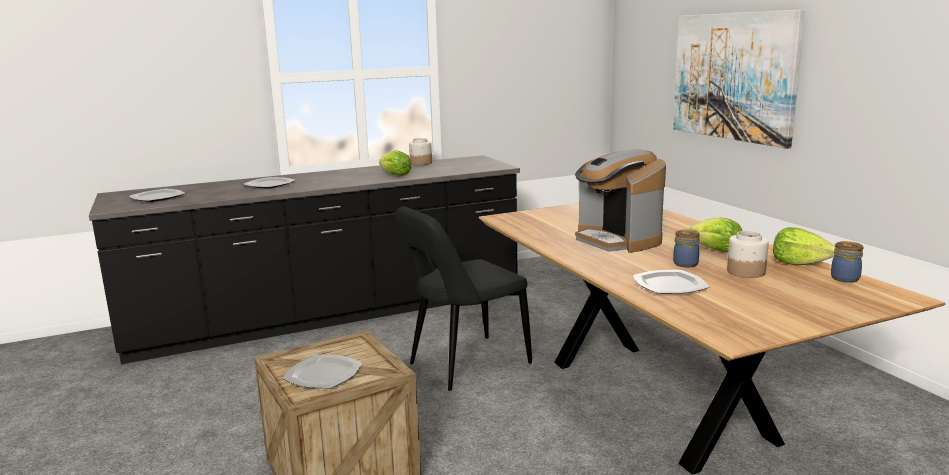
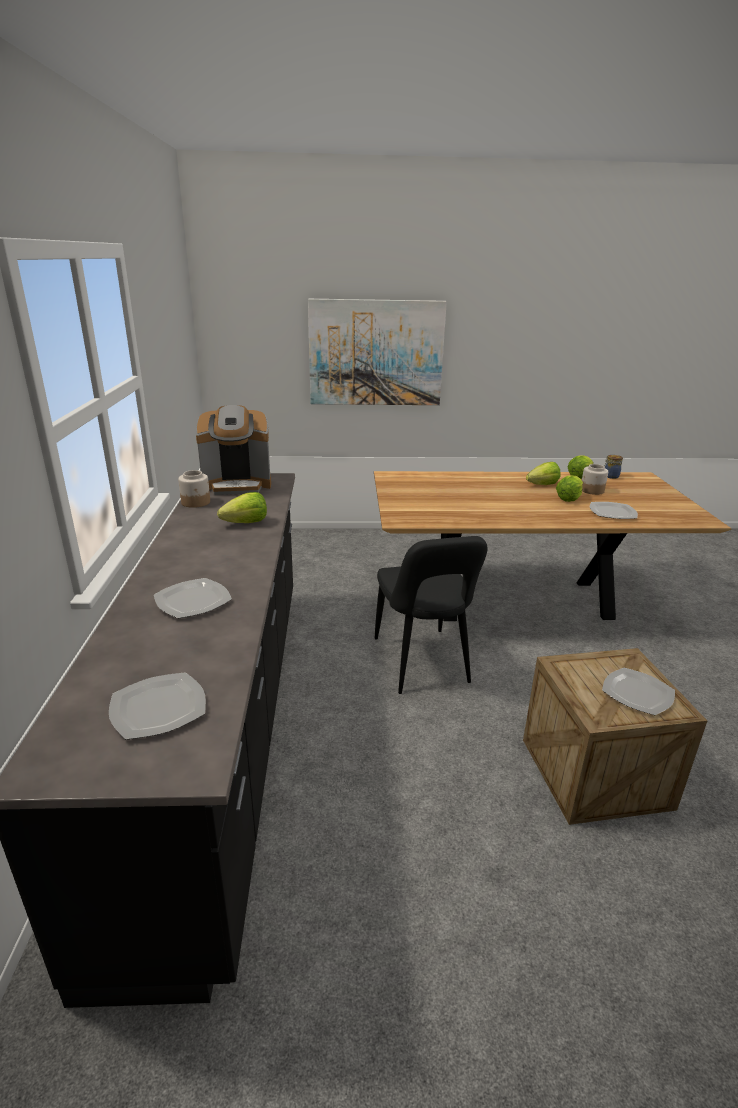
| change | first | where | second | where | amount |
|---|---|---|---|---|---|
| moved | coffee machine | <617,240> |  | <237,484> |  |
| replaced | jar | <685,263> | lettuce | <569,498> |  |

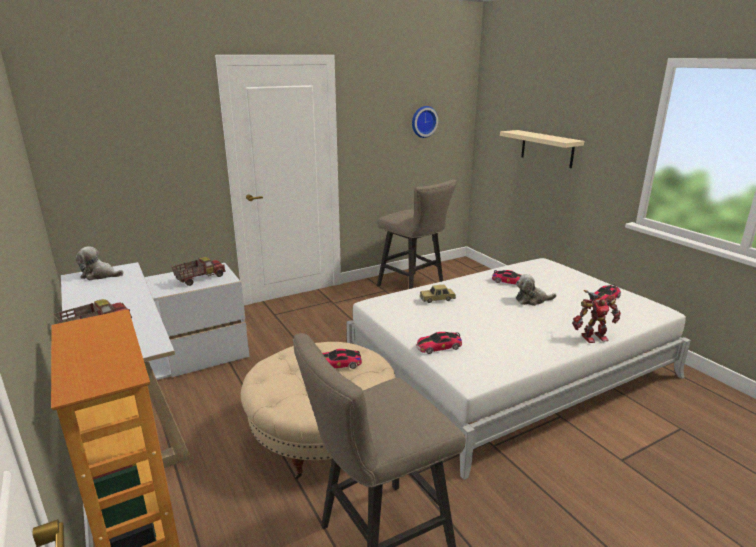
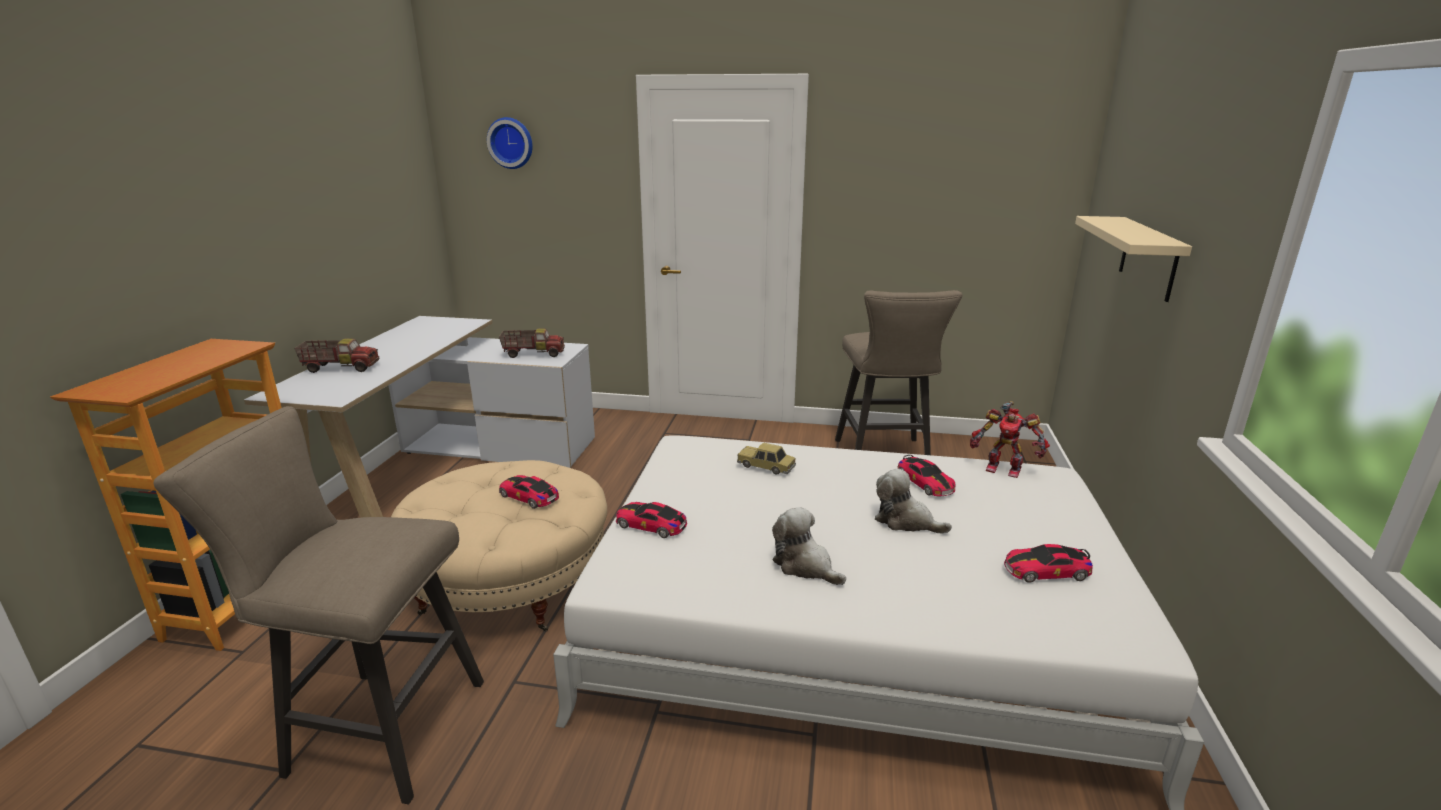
| change | first | where | second | where | amount |
|---|---|---|---|---|---|
| moved | wall clock | <423,121> |  | <511,143> |  |
| moved | plush toy | <100,275> |  | <805,566> |  |
| moved | toy robot | <593,337> |  | <1003,468> |  |

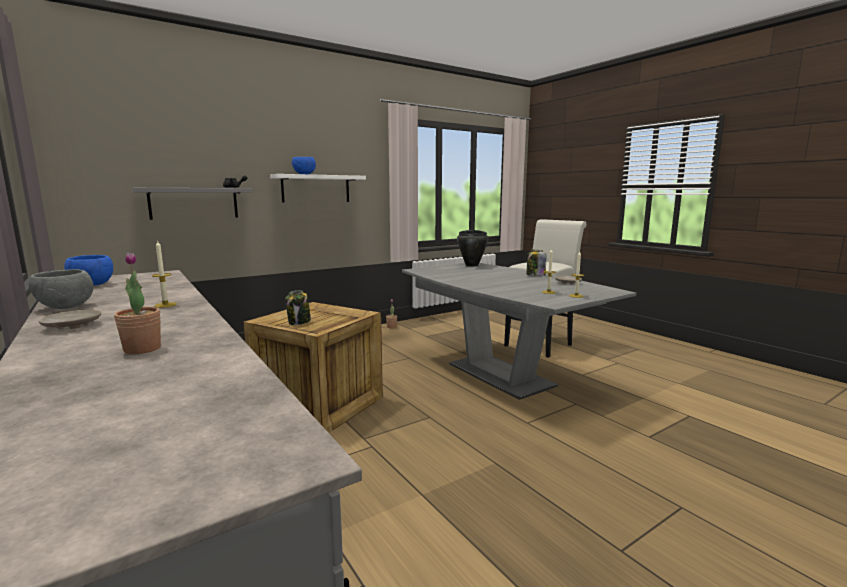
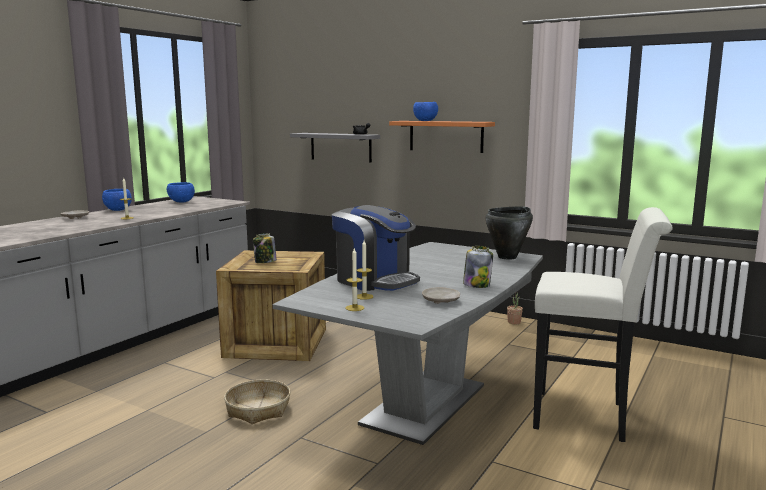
| change | first | where | second | where | amount |
|---|---|---|---|---|---|
| recoloured | white shelf | <316,188> | orange shelf | <446,136> |  |
| removed | potted plant | <142,349> |  |  |  |
| recoloured | grey bowl | <66,307> | blue bowl | <118,210> |  |
| added |  |  | coffee machine | <375,281> |  |
| added |  |  | basket | <258,409> |  |

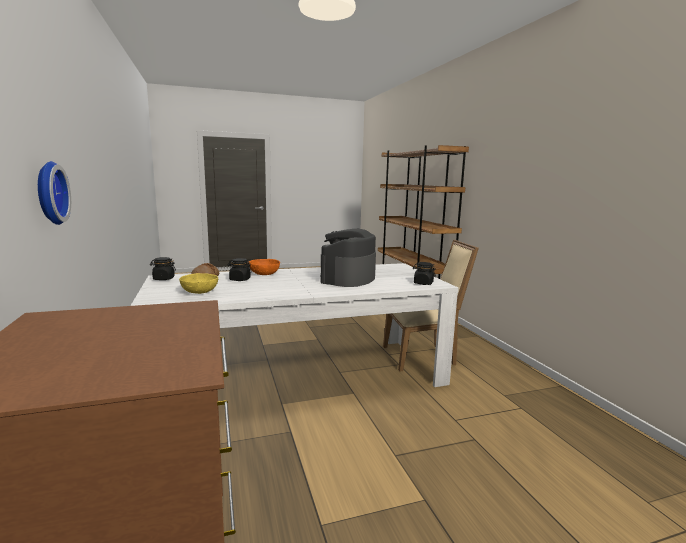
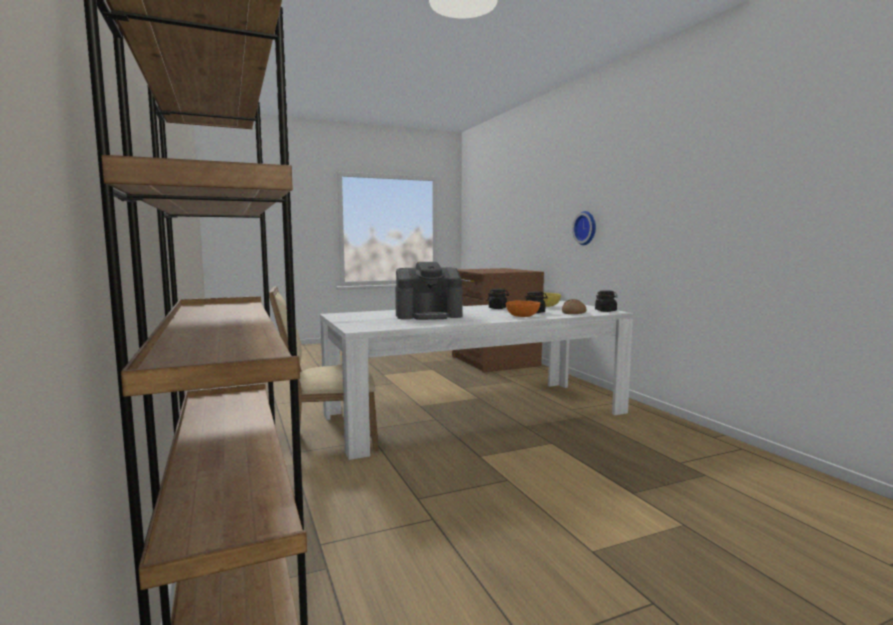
| change | first | where | second | where | amount |
|---|---|---|---|---|---|
| turned | coffee machine | <348,279> |  | <429,315> | 60 degrees clockwise |
| moved | black jar | <423,283> |  | <498,308> |  |

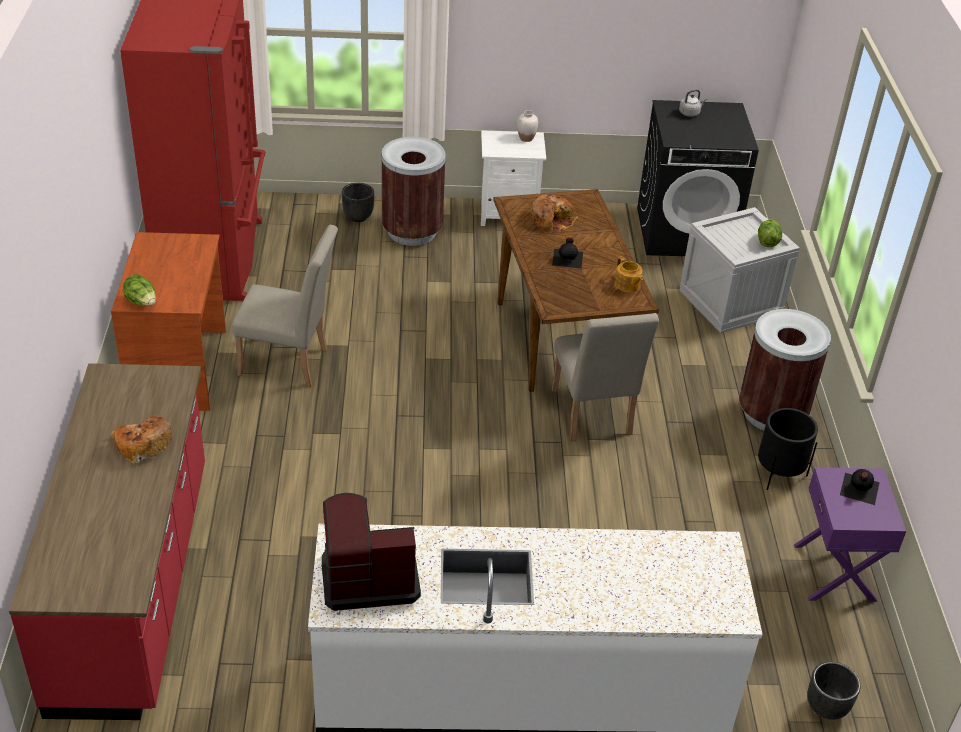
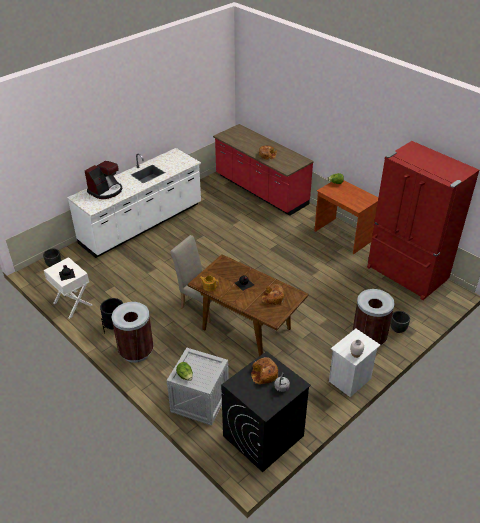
| change | first | where | second | where | amount |
|---|---|---|---|---|---|
| removed | beige chair | <290,363> |  |  |  |
| recoloured | purple nightstand | <836,572> | white nightstand | <72,304> |  |
| moved | coffee machine | <368,577> |  | <106,191> |  |
| added |  |  | bread | <264,374> |  |

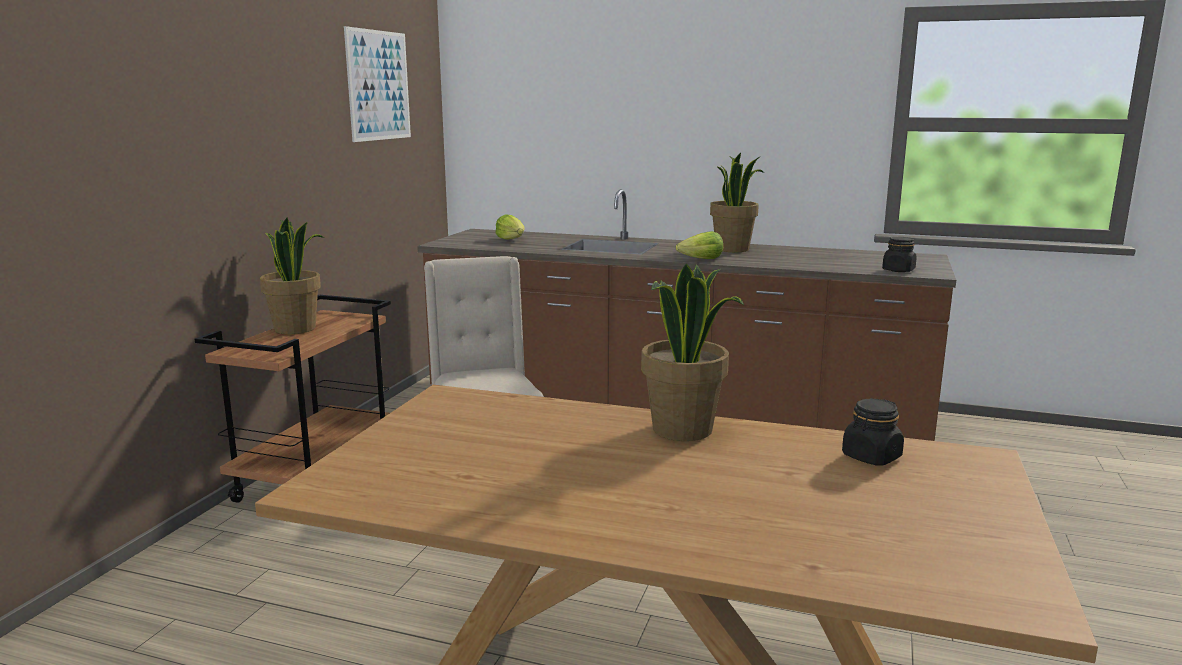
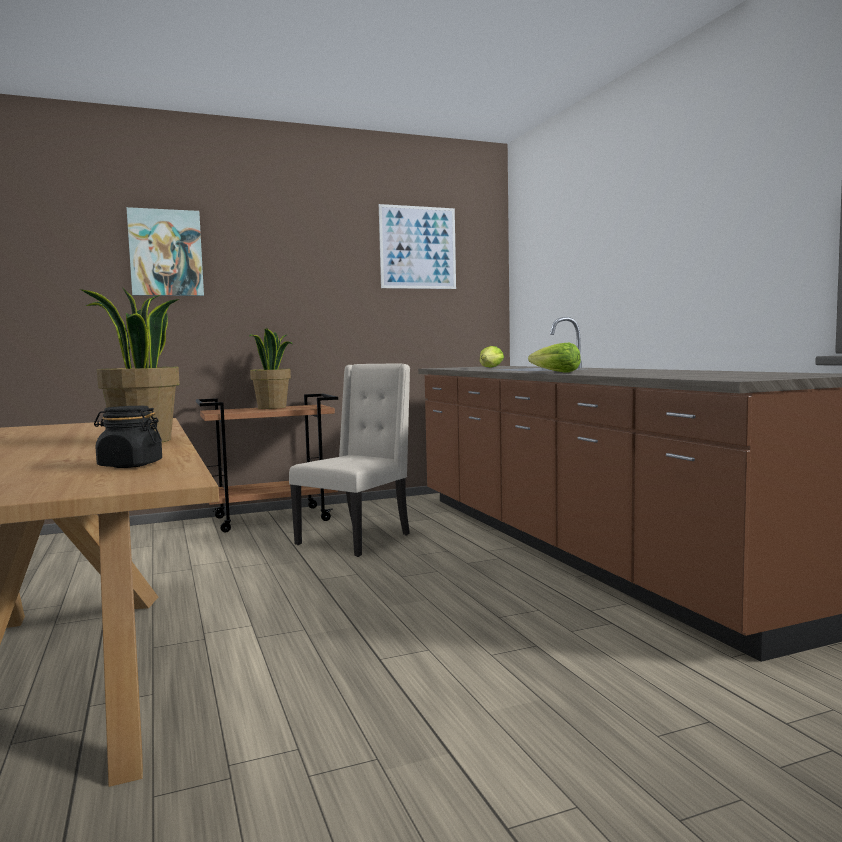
| change | first | where | second | where | amount |
|---|---|---|---|---|---|
| removed | potted plant | <733,249> |  |  |  |
| removed | black jar | <898,270> |  |  |  |
| added |  |  | picture | <166,253> |  |

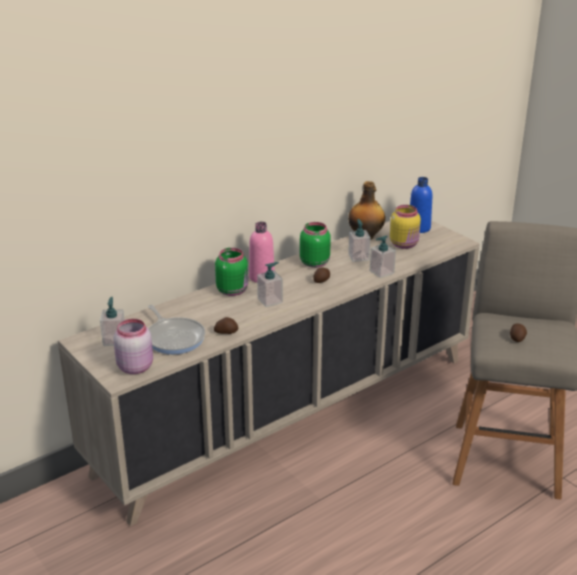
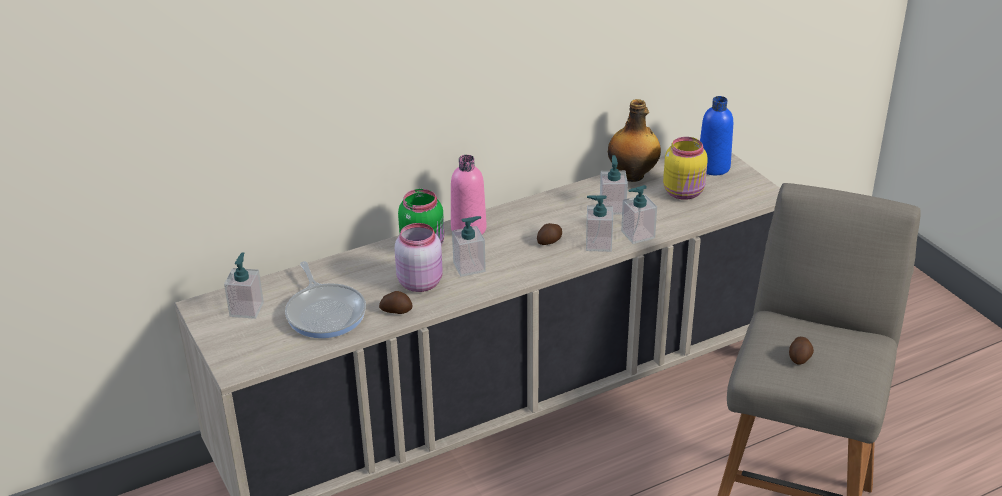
| change | first | where | second | where | amount |
|---|---|---|---|---|---|
| removed | green jar | <315,262> |  |  |  |
| moved | pink jar | <135,366> |  | <420,282> |  |
| added |  |  | soap dispenser | <598,244> |  |

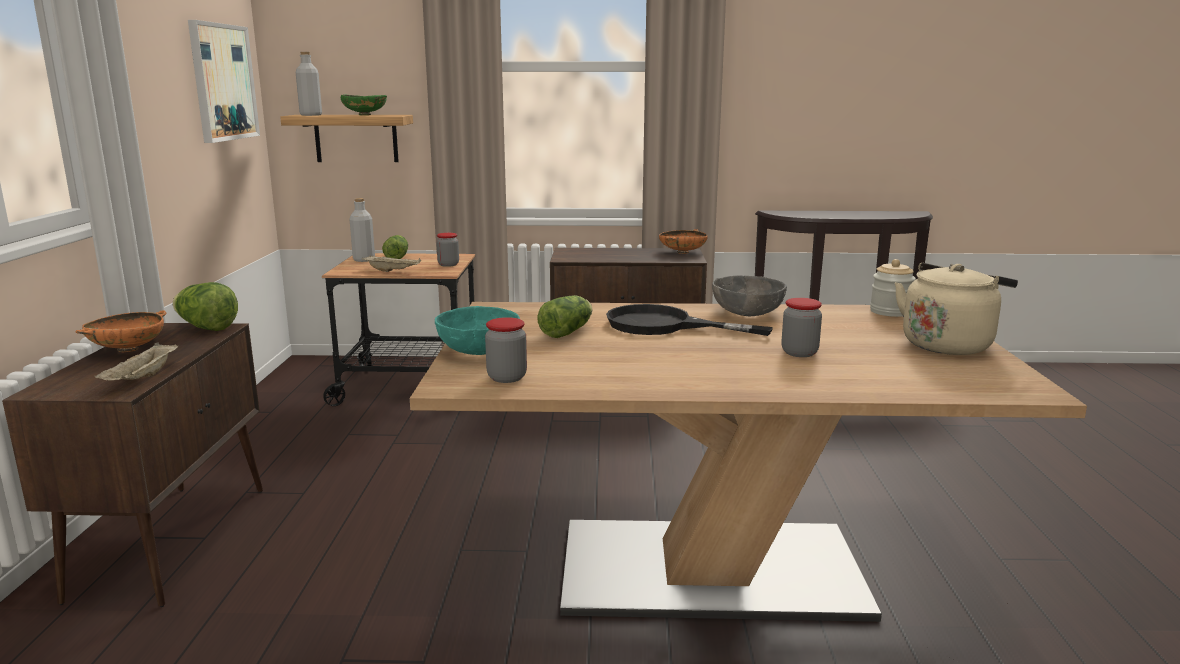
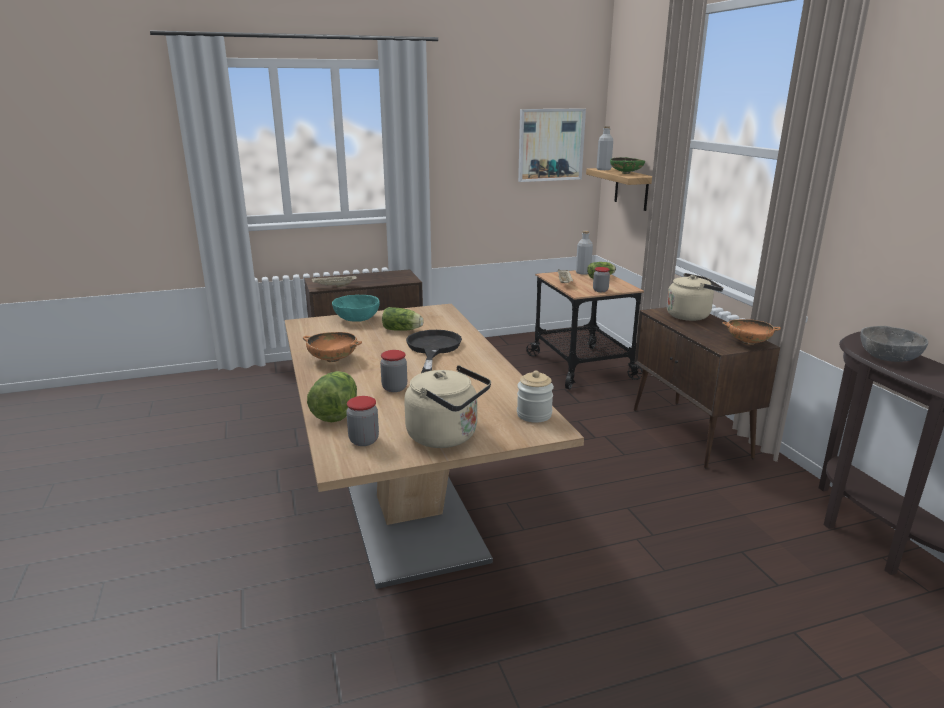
| change | first | where | second | where | amount |
|---|---|---|---|---|---|
| moved | grey bowl | <747,312> |  | <888,357> |  |
| moved | lettuce | <206,328> |  | <336,413> |  |
| moved | orange bowl | <127,349> |  | <333,359> |  |
| moved | jar | <507,377> |  | <364,440> |  |
| added |  |  | beige kettle | <690,316> |  |

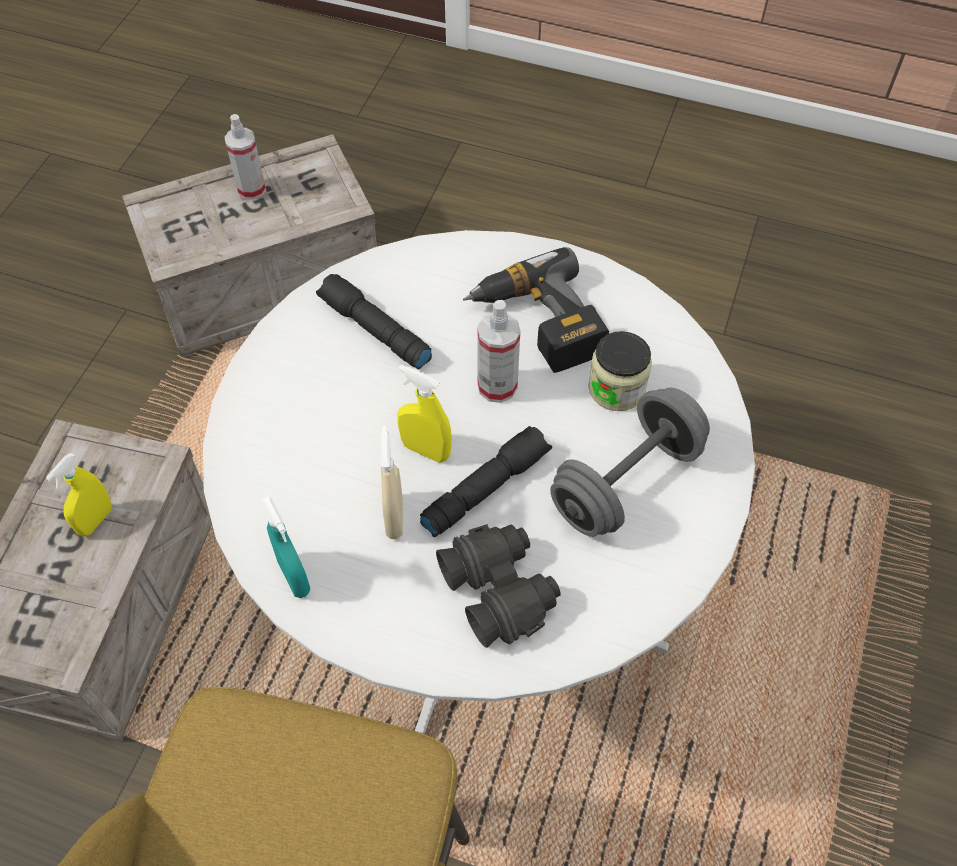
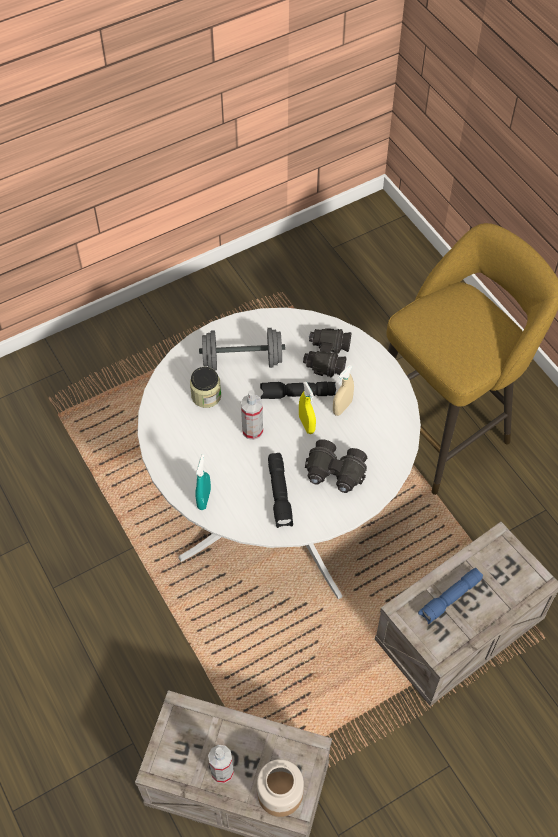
| change | first | where | second | where | amount |
|---|---|---|---|---|---|
| removed | power drill | <537,324> |  |  |  |
| replaced | yellow spray bottle | <96,520> | blue flashlight | <450,599> |  |
| moved | turquoise spray bottle | <294,577> |  | <204,499> |  |
| added |  |  | black binoculars | <335,473> |  |
| added |  |  | jar | <279,793> |  |

